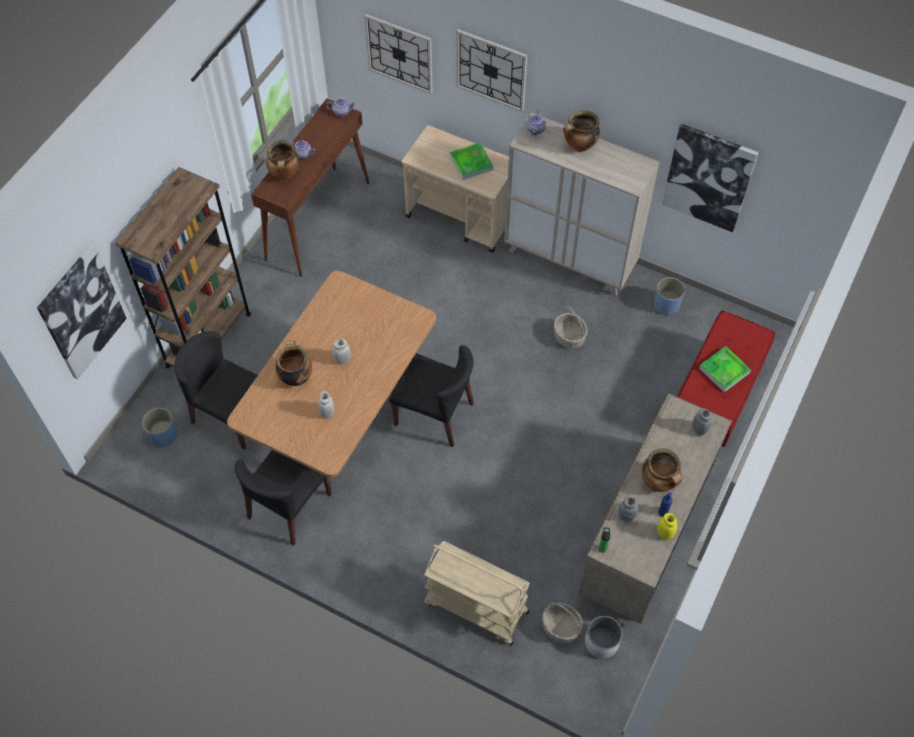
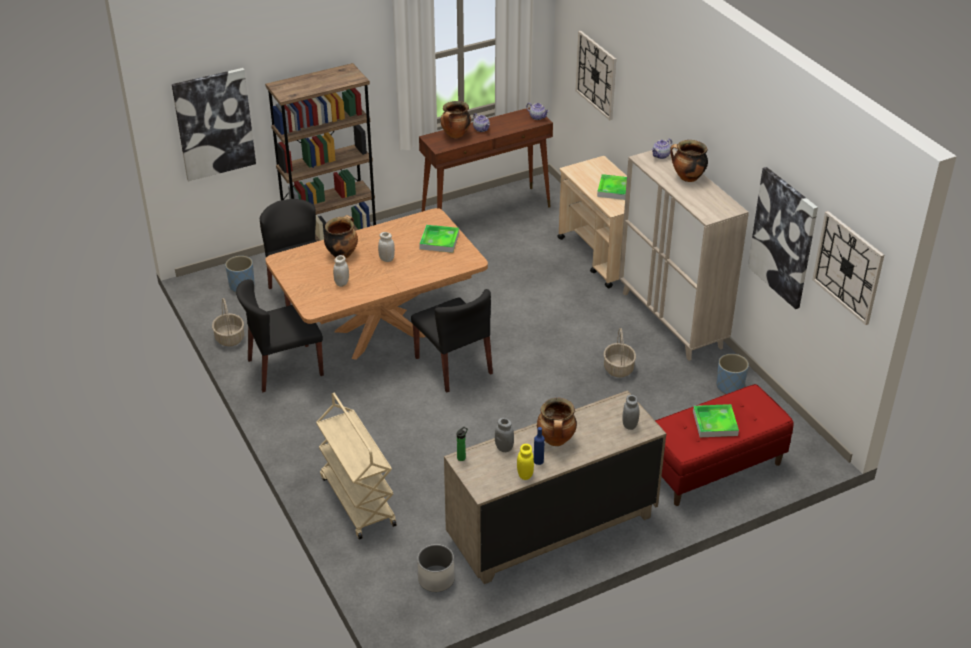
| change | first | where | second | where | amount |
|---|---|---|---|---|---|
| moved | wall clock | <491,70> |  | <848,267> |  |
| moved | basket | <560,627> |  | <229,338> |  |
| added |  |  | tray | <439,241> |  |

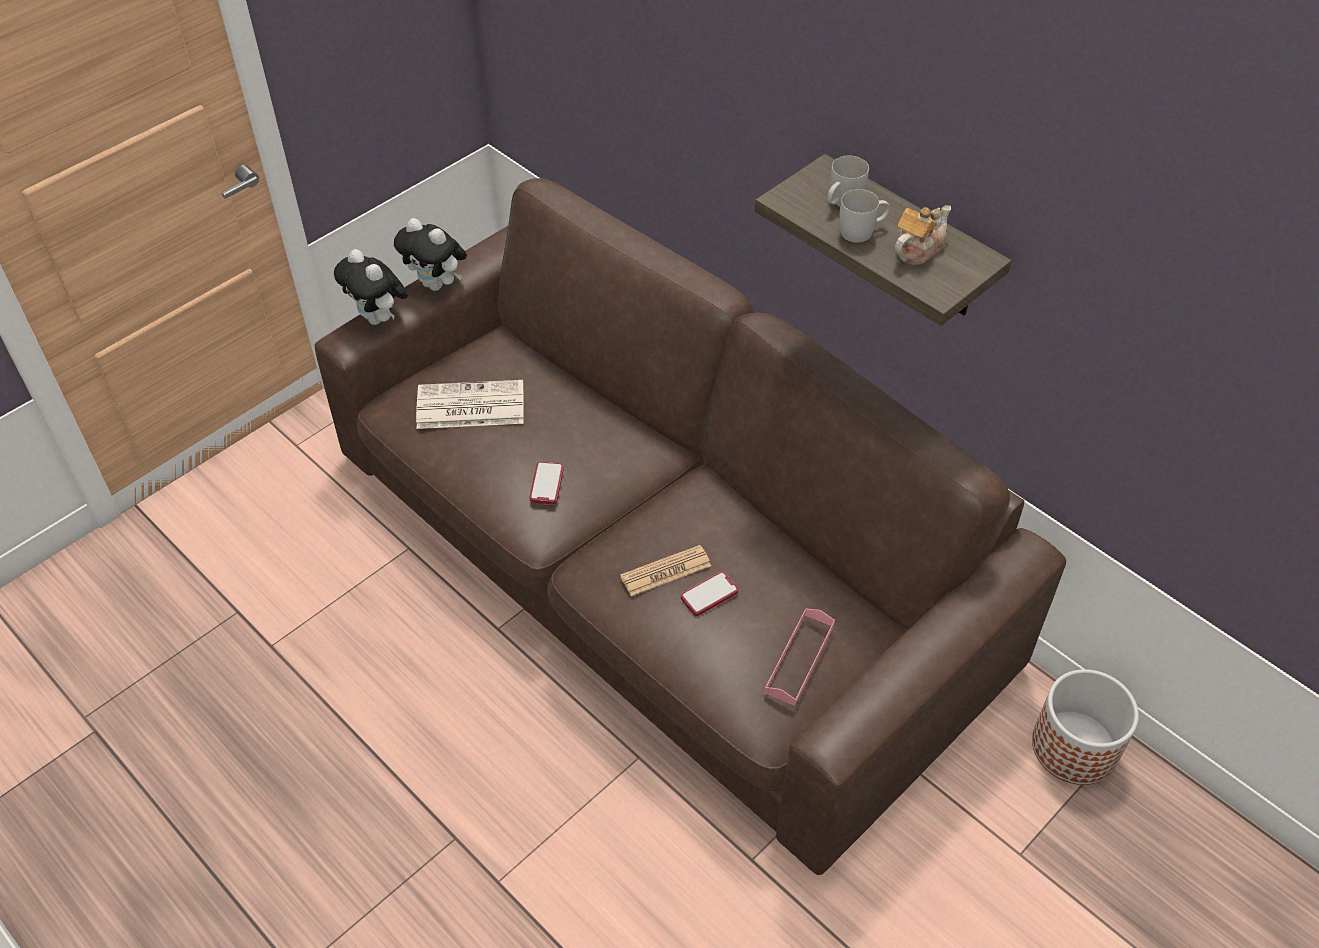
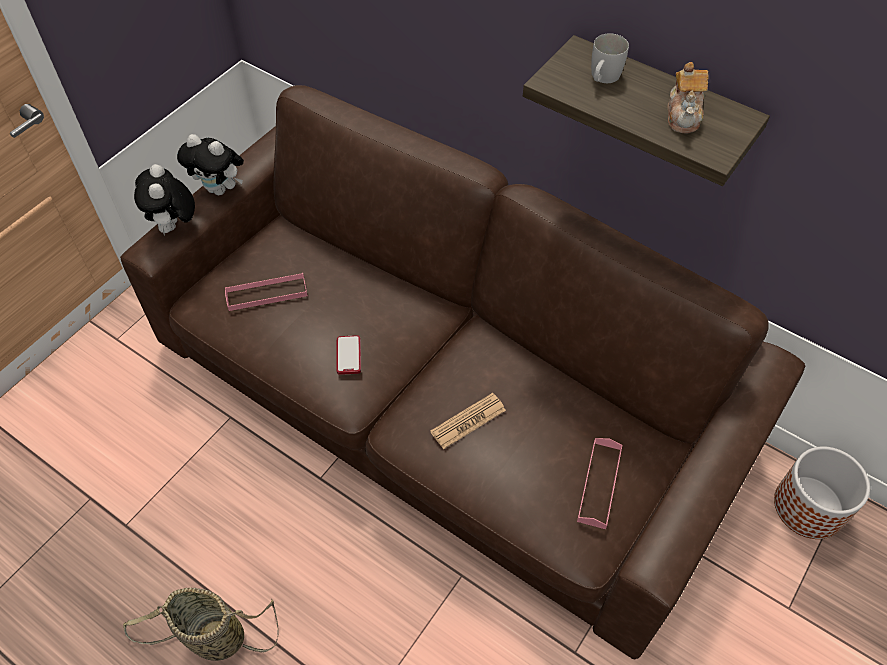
| change | first | where | second | where | amount |
|---|---|---|---|---|---|
| removed | white mug | <862,231> |  |  |  |
| turned | teapot | <917,249> |  | <684,115> | 150 degrees clockwise |
| turned | plush toy | <379,318> |  | <174,227> | 45 degrees clockwise |
| replaced | newspaper | <469,406> | pink tray | <267,294> |  |
| removed | phone | <709,595> |  |  |  |
| added |  |  | basket | <212,638> |  |

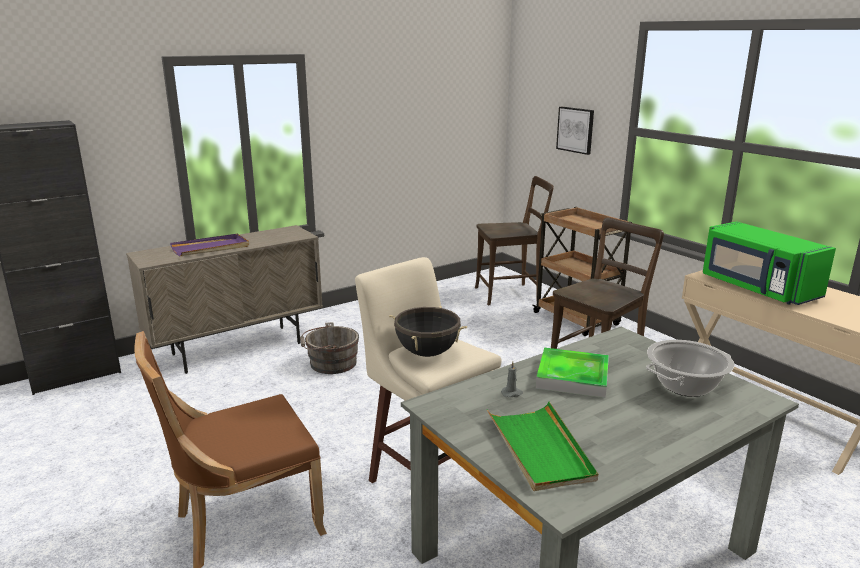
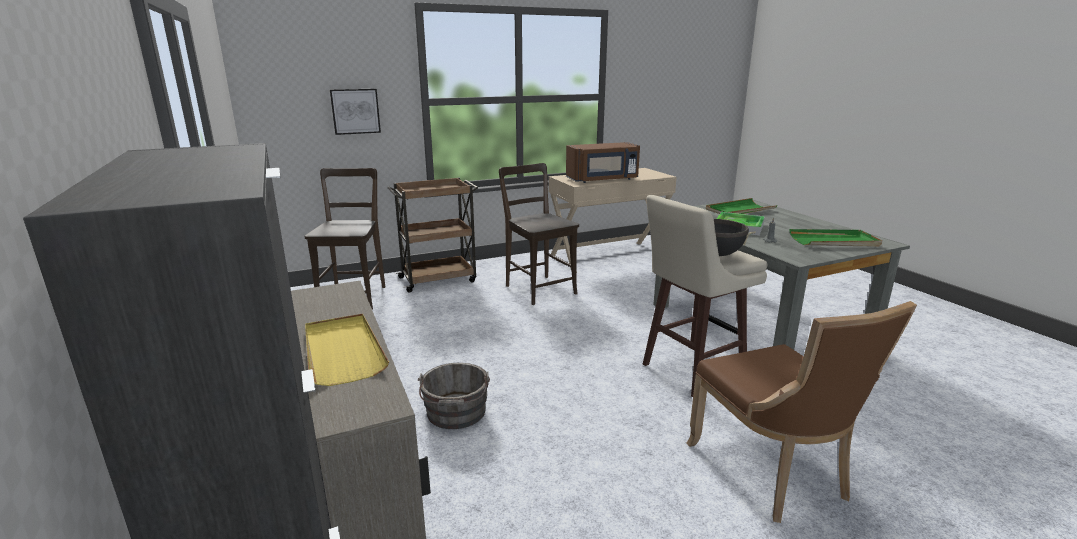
| change | first | where | second | where | amount |
|---|---|---|---|---|---|
| recoloured | green microwave | <757,288> | brown microwave | <603,180> |  |
| recoloured | purple tray | <211,248> | yellow tray | <343,351> |  |
| replaced | cooking pot | <685,385> | green tray | <739,210> |  |

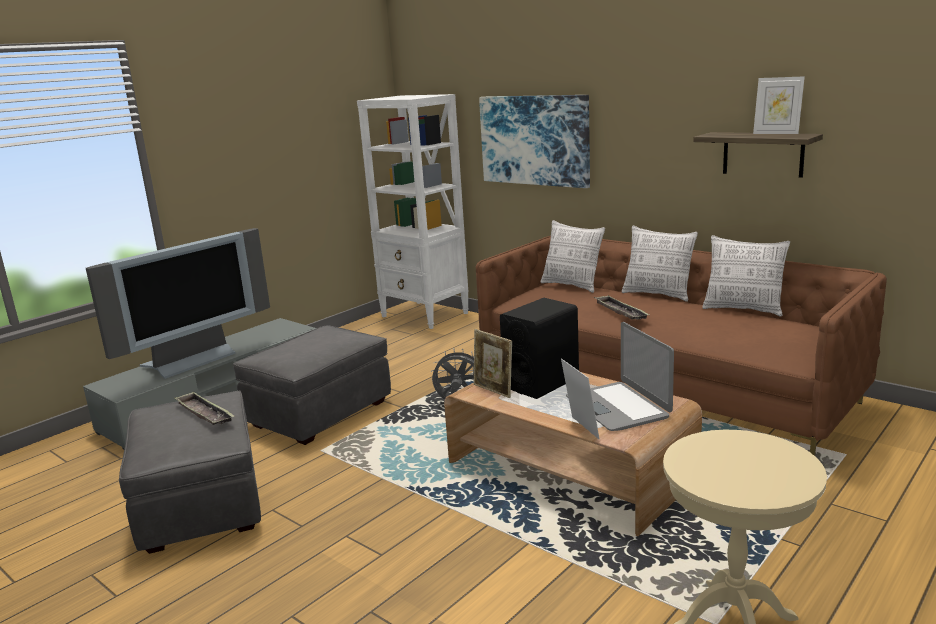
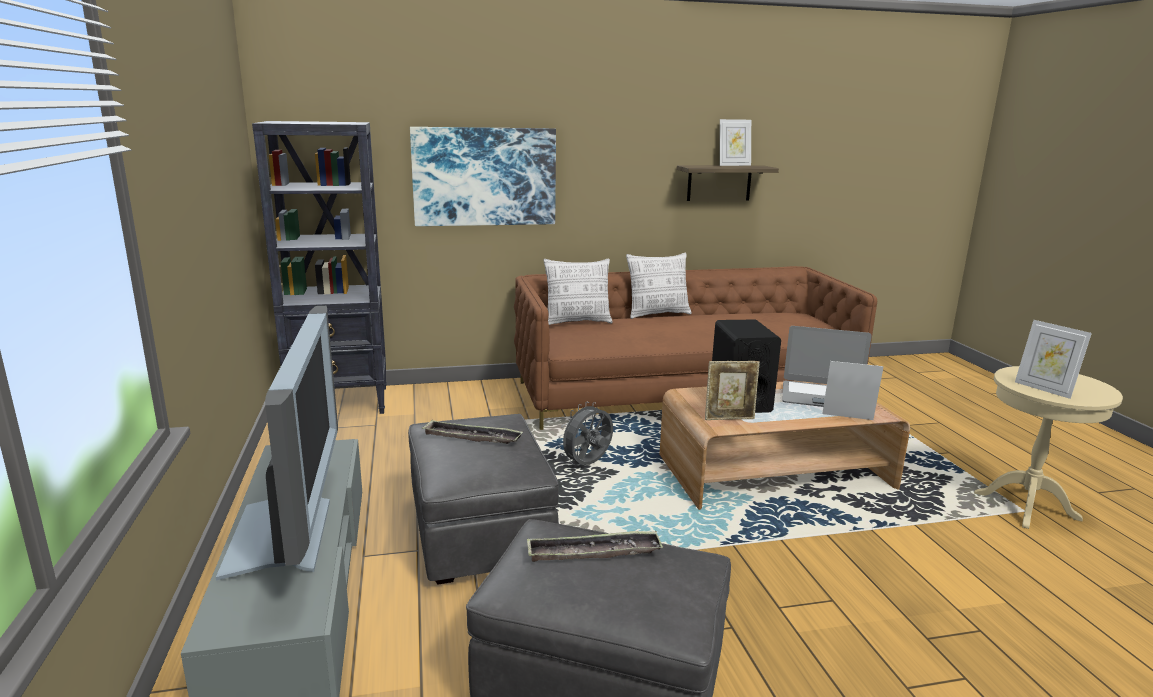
| change | first | where | second | where | amount |
|---|---|---|---|---|---|
| recoloured | white bookcase | <425,315> | black bookcase | <341,403> |  |
| removed | pillow | <743,309> |  |  |  |
| moved | tray | <620,312> |  | <472,437> |  |
| added |  |  | picture frame | <1044,389> |  |

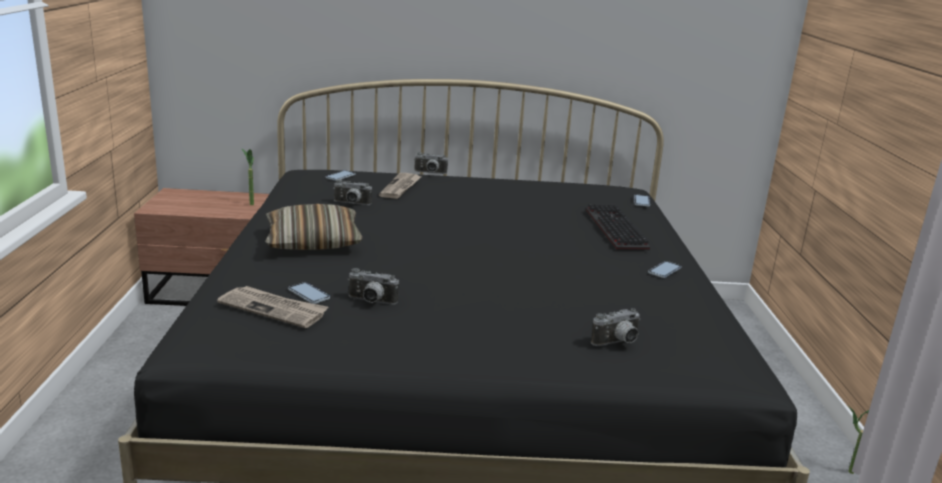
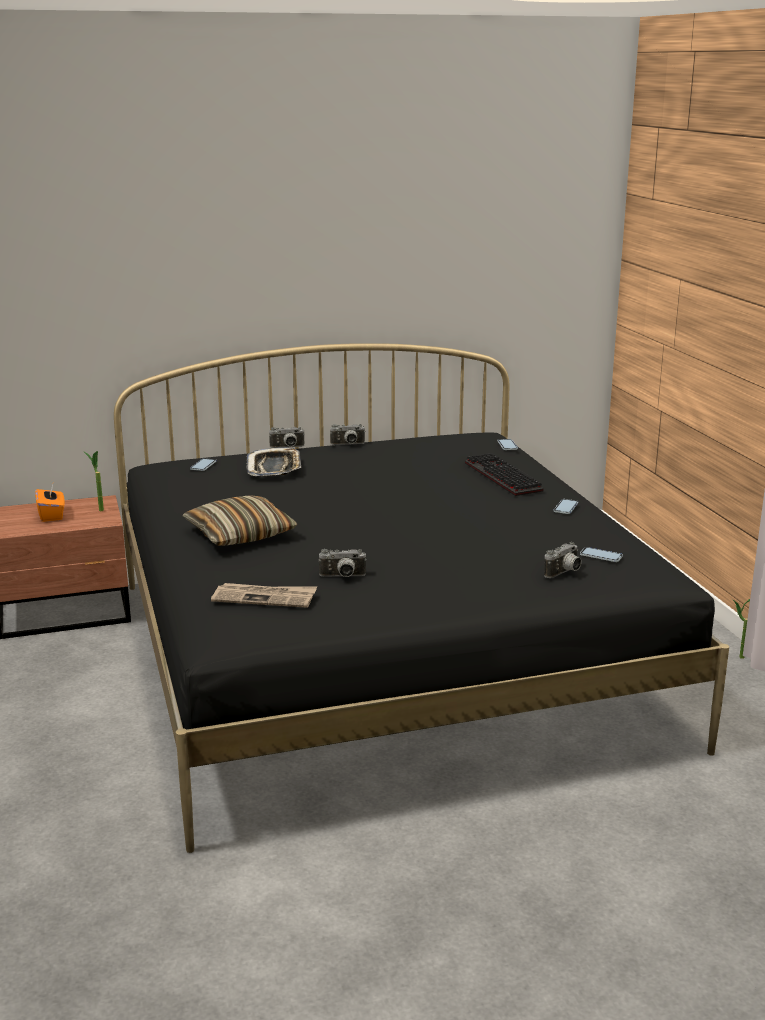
| change | first | where | second | where | amount |
|---|---|---|---|---|---|
| replaced | newspaper | <401,188> | tray | <274,468> |  |
| moved | photo camera | <351,204> |  | <348,445> |  |
| moved | phone | <309,294> |  | <601,556> |  |
| added |  |  | orange tissue box | <52,515> |  |

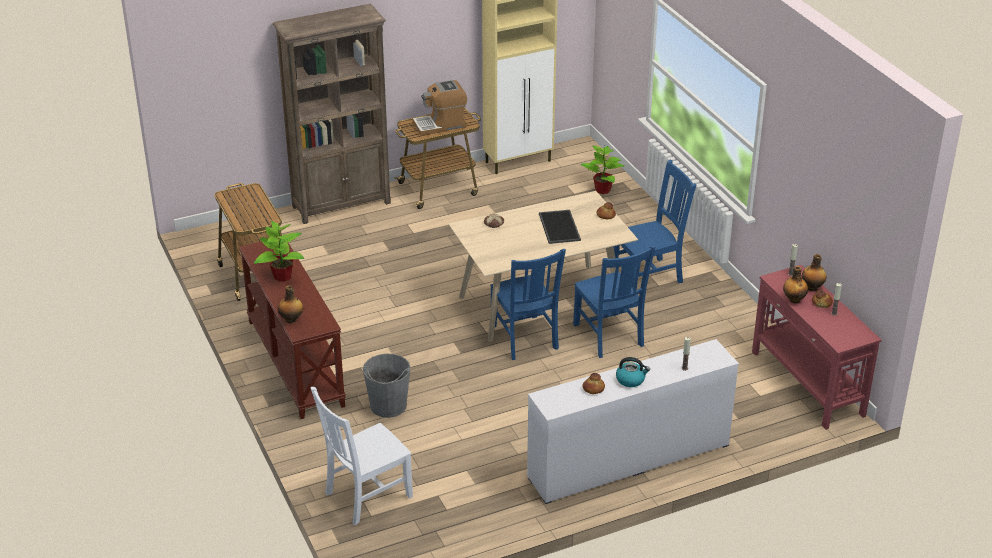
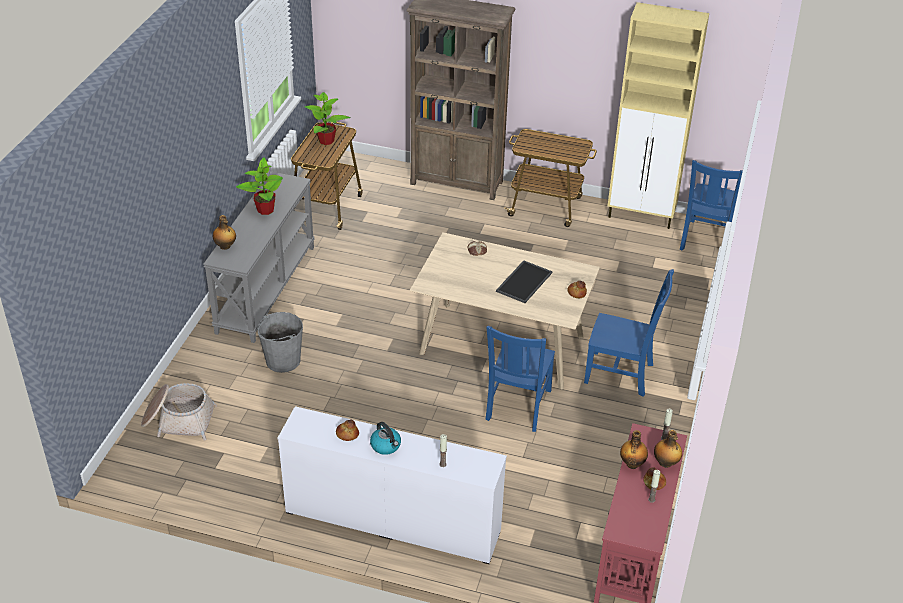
| change | first | where | second | where | amount |
|---|---|---|---|---|---|
| removed | coffee machine | <440,125> |  |  |  |
| moved | potted plant | <603,190> |  | <326,141> |  |
| recoloured | brown console table | <294,363> | grey console table | <265,288> |  |
| moved | blue chair | <525,339> |  | <705,240> |  |
| replaced | white chair | <366,496> | basket | <178,420> |  |

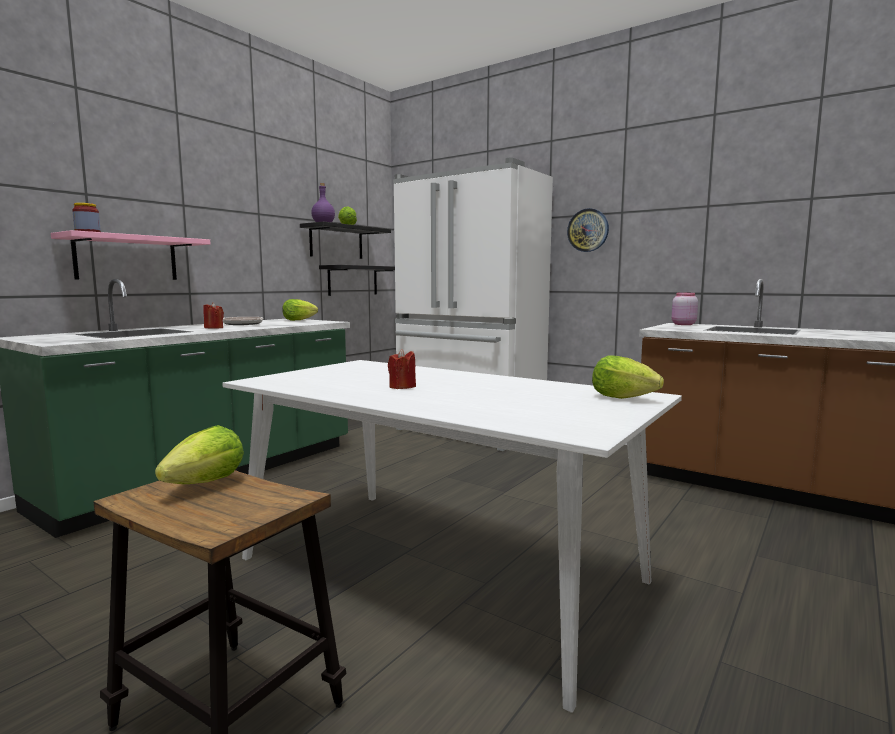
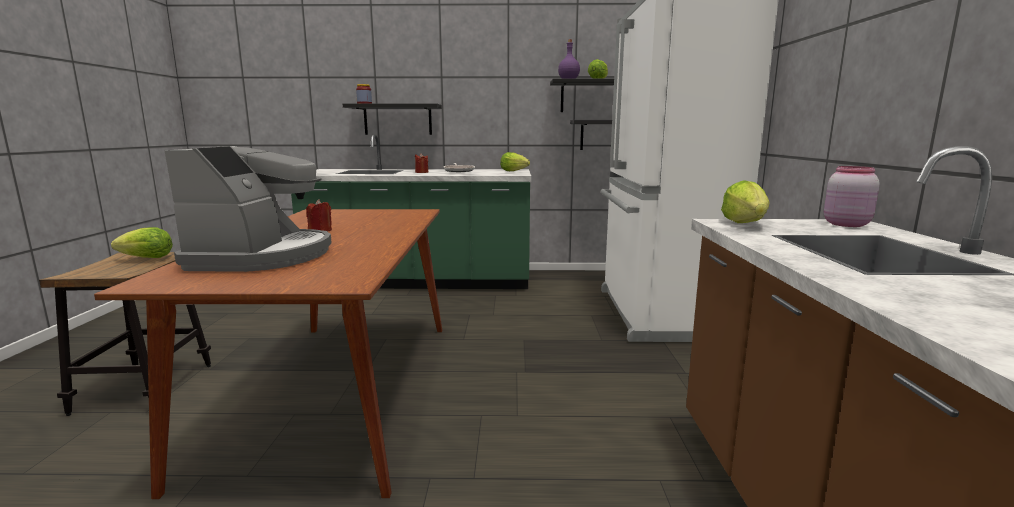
| change | first | where | second | where | amount |
|---|---|---|---|---|---|
| removed | wall clock | <588,230> |  |  |  |
| recoloured | pink shelf | <127,258> | black shelf | <398,119> |  |
| moved | lettuce | <622,398> |  | <745,224> |  |
| recoloured | white dining table | <437,569> | brown dining table | <339,389> |  |
| added |  |  | coffee machine | <263,256> |  |

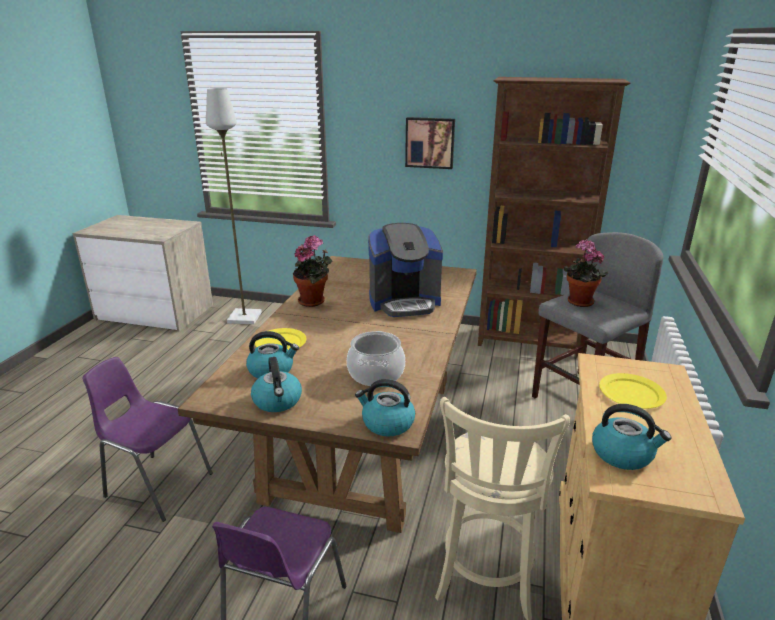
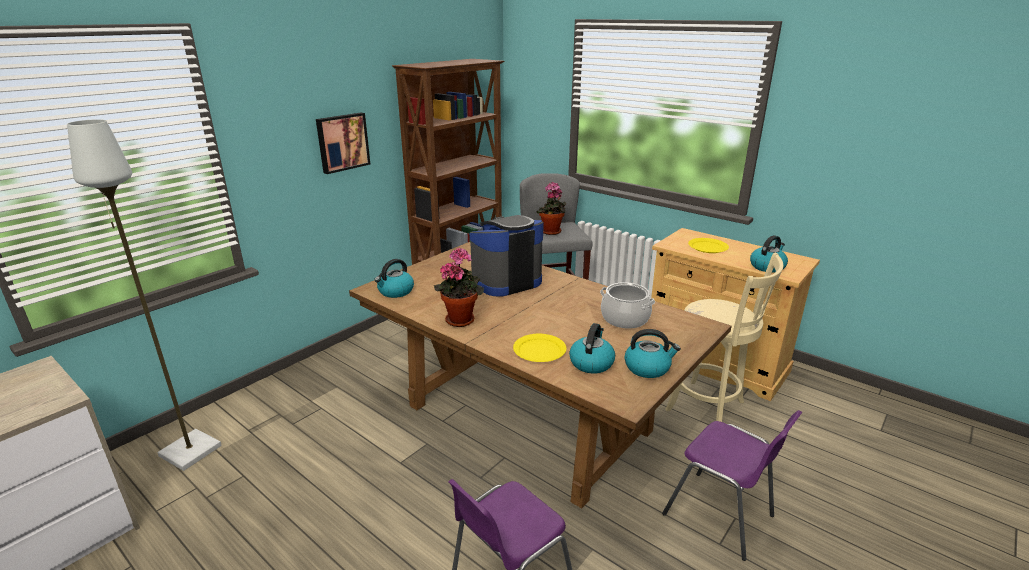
| change | first | where | second | where | amount |
|---|---|---|---|---|---|
| turned | coffee machine | <404,302> |  | <506,281> | 135 degrees counterclockwise |
| moved | kettle | <387,423> |  | <395,291> |  |

